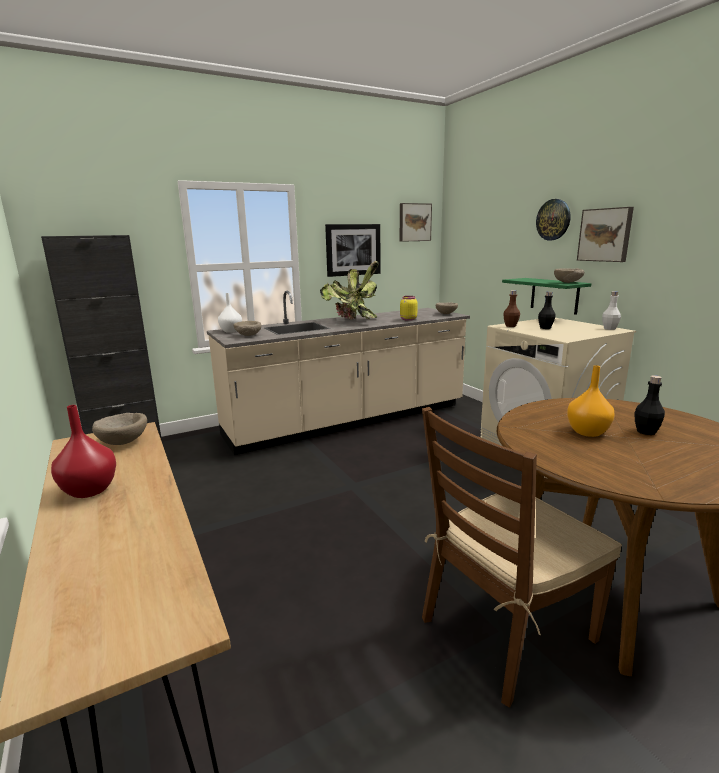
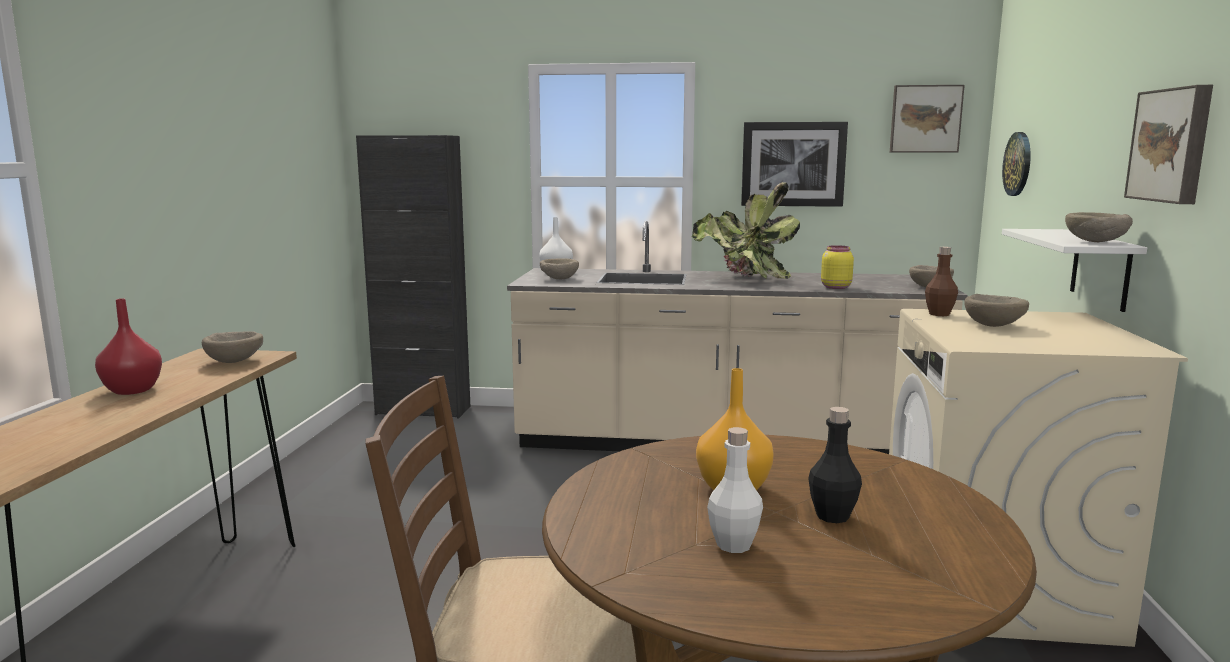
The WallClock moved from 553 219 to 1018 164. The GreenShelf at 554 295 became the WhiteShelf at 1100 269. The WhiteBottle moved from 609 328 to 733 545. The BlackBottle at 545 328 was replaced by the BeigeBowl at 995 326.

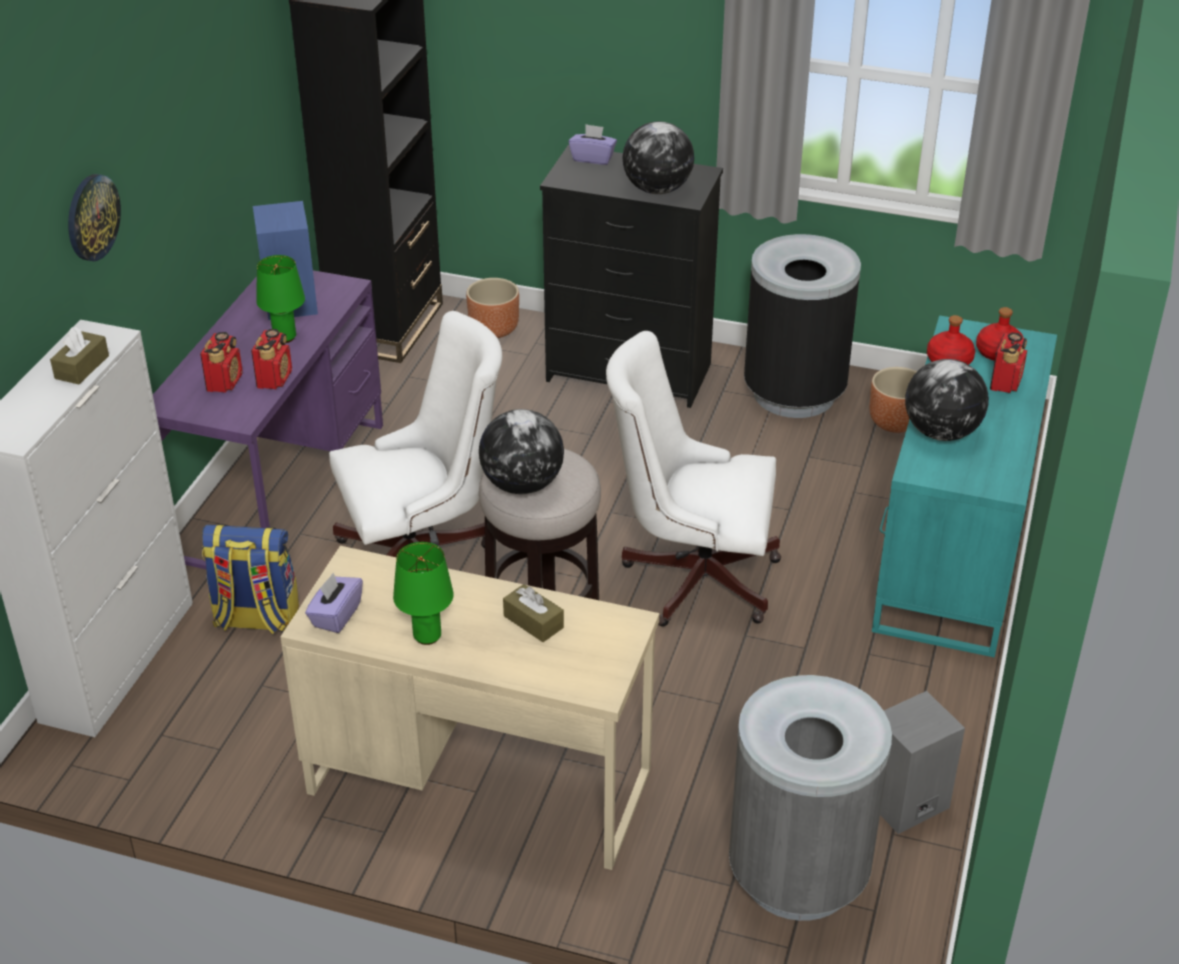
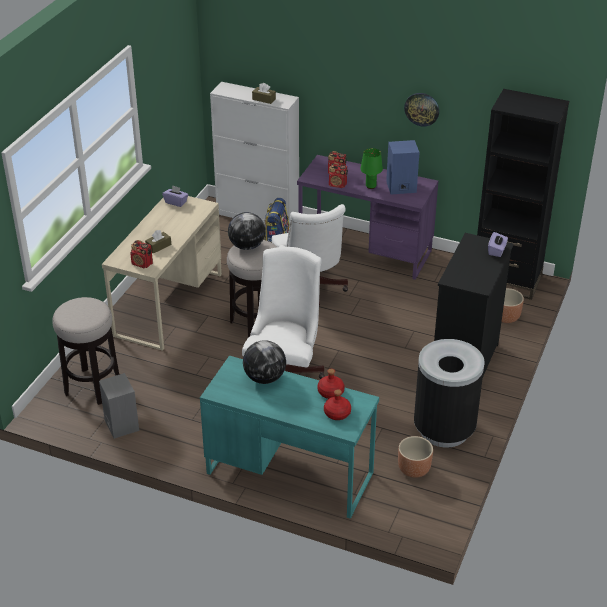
The Globe at 657 189 disappeared. The WallClock moved from 92 217 to 422 109. The Radio moved from 1006 382 to 142 264. The GreenTableLamp at 427 637 disappeared. The GreyTrashCan at 798 875 was replaced by the Stool at 92 387.

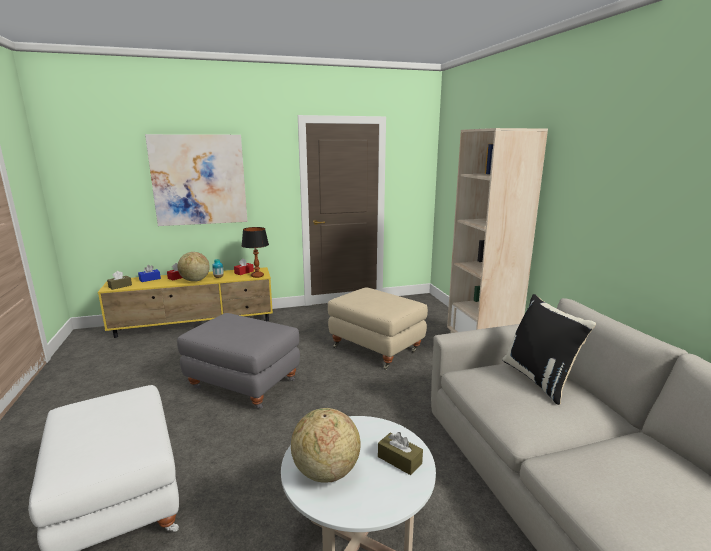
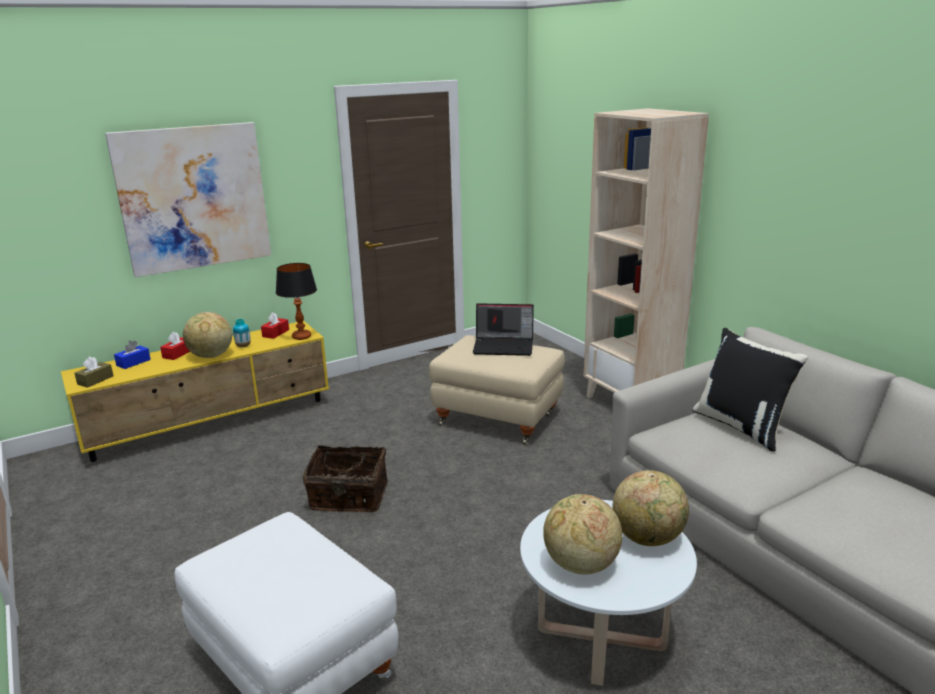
The GreyOttoman at 242 386 was replaced by the Basket at 348 497. The BrownTissueBox at 399 460 was replaced by the Globe at 648 538. The Laptop at 504 346 appeared.

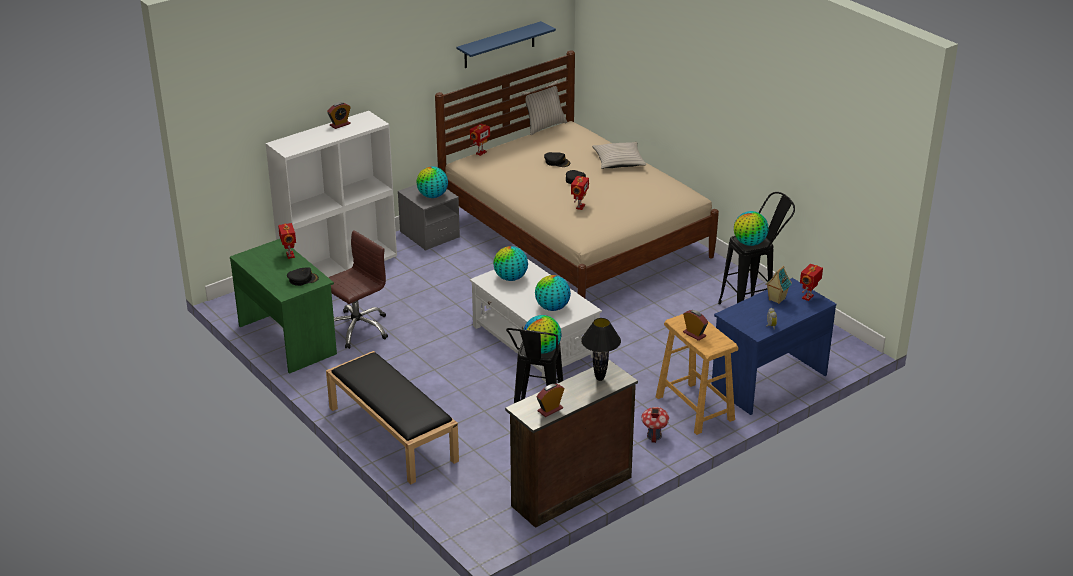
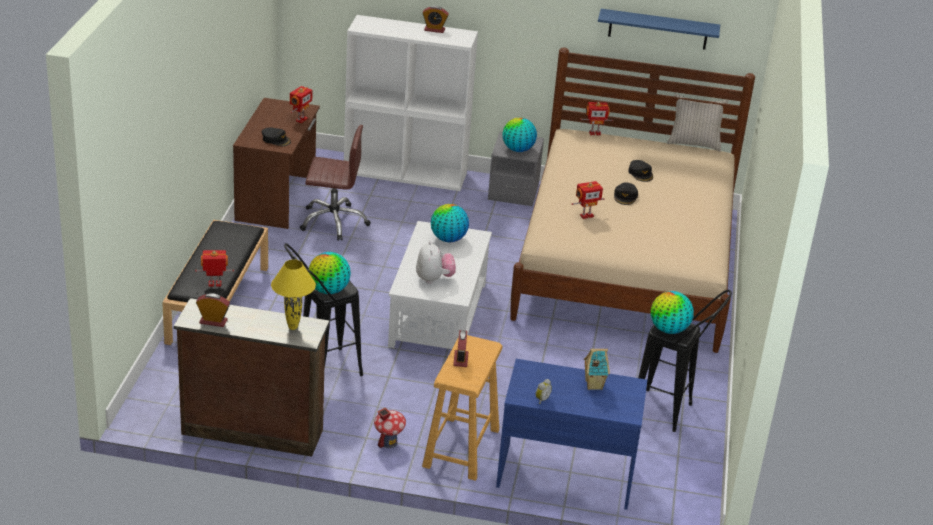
The BeigePillow at 619 161 disappeared. The GreenDesk at 288 339 became the BrownDesk at 277 198. The ToyRobot moved from 808 297 to 215 284. The Globe at 552 308 was replaced by the PlushToy at 434 279. The BlackTableLamp at 599 378 became the YellowTableLamp at 292 327.

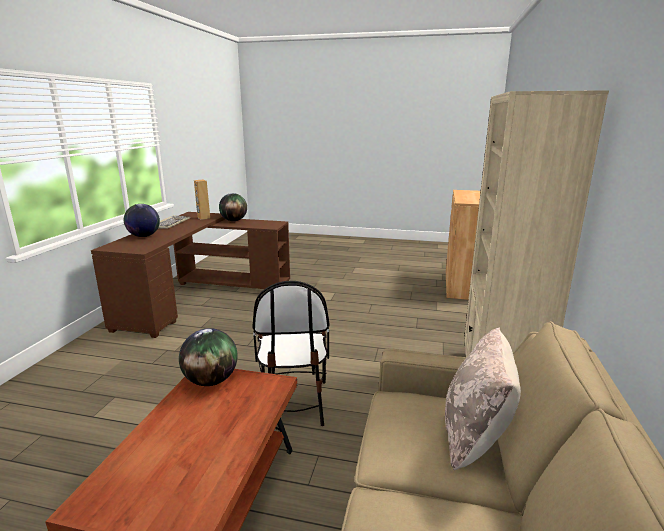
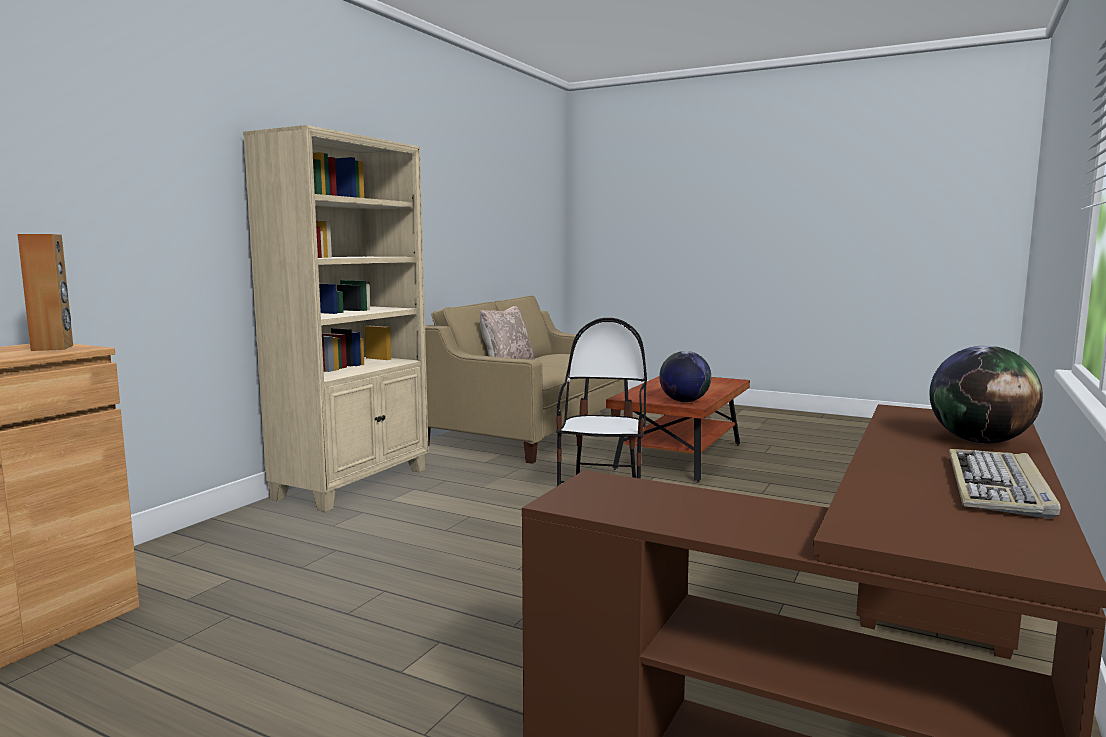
The BrownSpeaker moved from 203 218 to 53 348. The Globe at 234 220 disappeared.

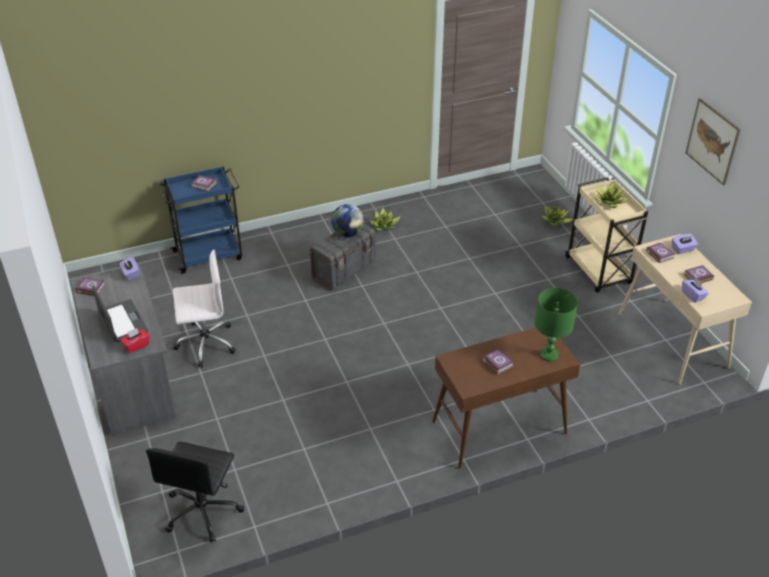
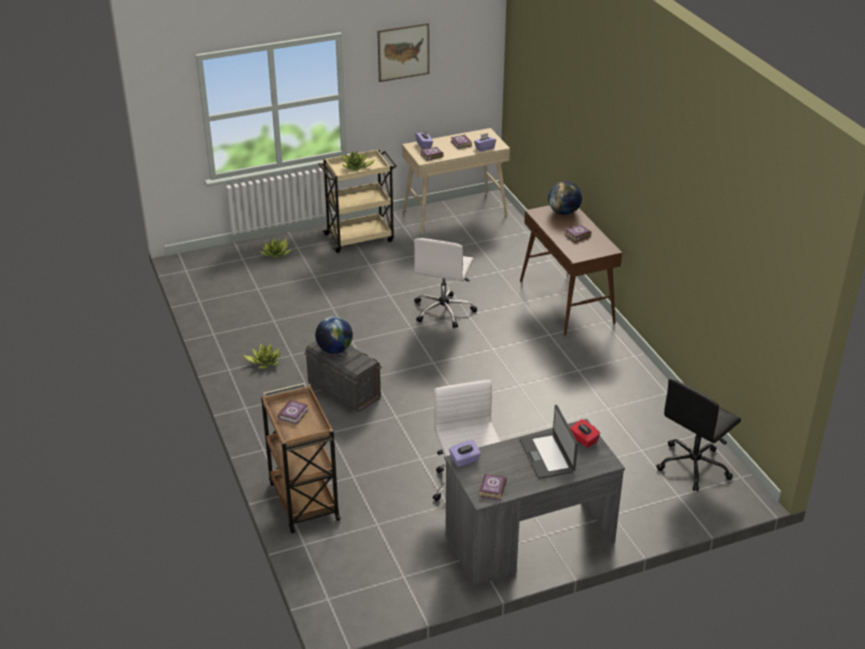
The BlueCart at 209 255 became the BrownCart at 303 499. The Laptop at 122 321 turned 75 degrees counterclockwise. The GreenTableLamp at 549 355 was replaced by the Globe at 564 212. The BlackOfficeChair at 203 511 turned 120 degrees clockwise. The WhiteOfficeChair at 444 311 appeared.

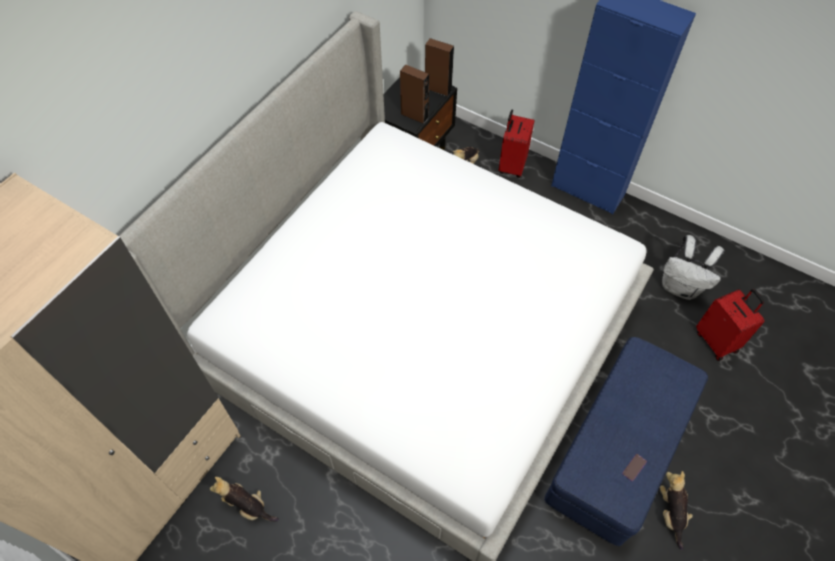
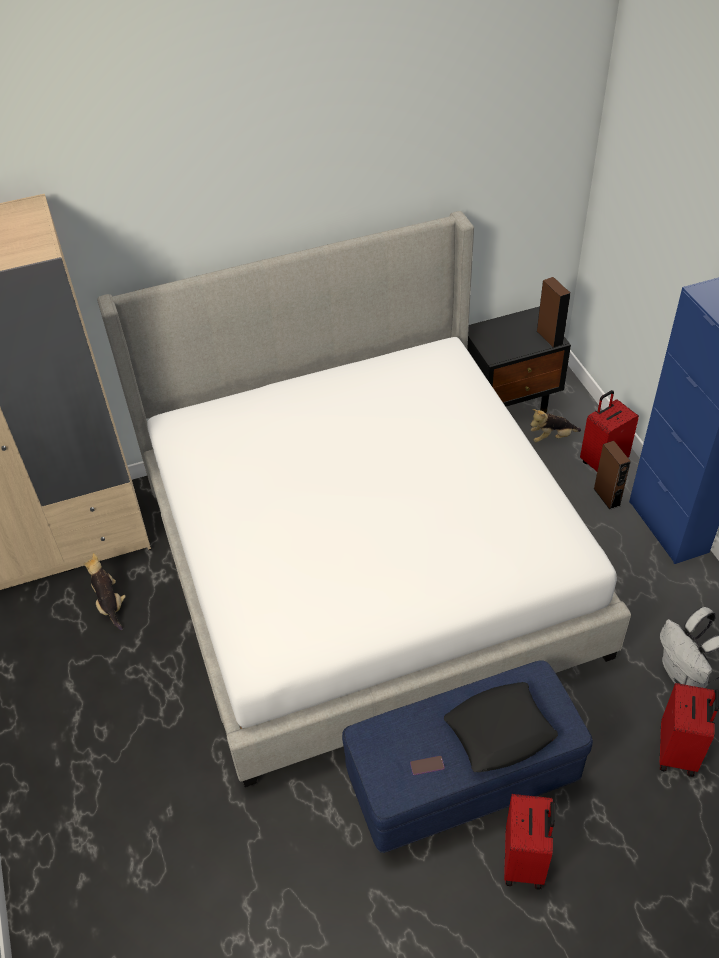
The BrownSpeaker moved from 414 116 to 606 497. The PlushToy at 671 513 disappeared. The BlackPillow at 500 731 appeared. The RedSuitcase at 525 861 appeared.

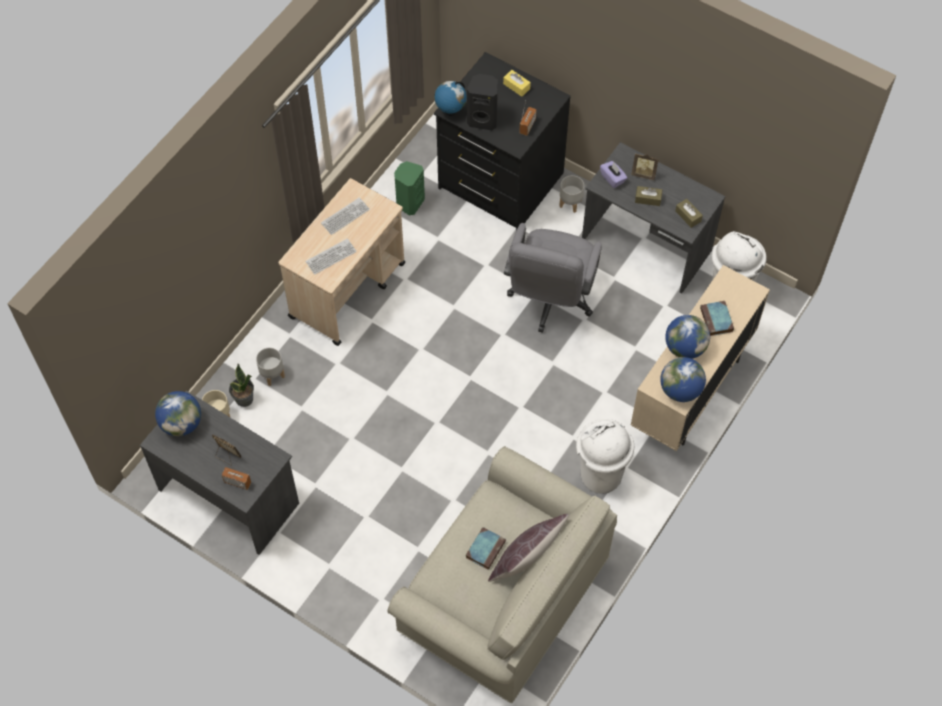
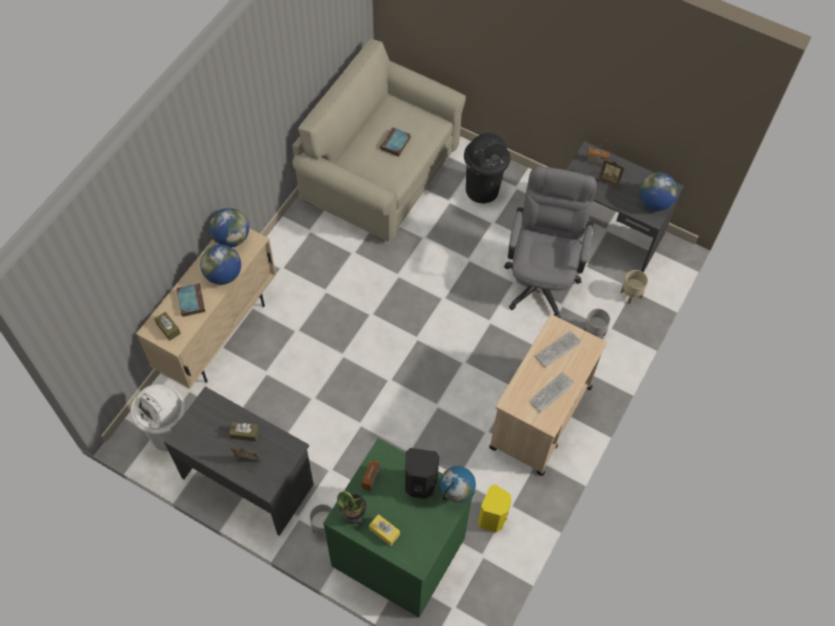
The BlackDresser at 499 182 became the GreenDresser at 399 550. The GreenSpeaker at 409 202 became the YellowSpeaker at 493 519. The PurpleTissueBox at 613 178 disappeared. The BrownTissueBox moved from 688 216 to 168 328. The GreyOfficeChair moved from 549 301 to 542 277. The PottedPlant moved from 244 399 to 353 514. The WhiteTrashCan at 600 475 disappeared. The BrownPillow at 526 562 disappeared. The BlackTrashCan at 483 190 appeared.

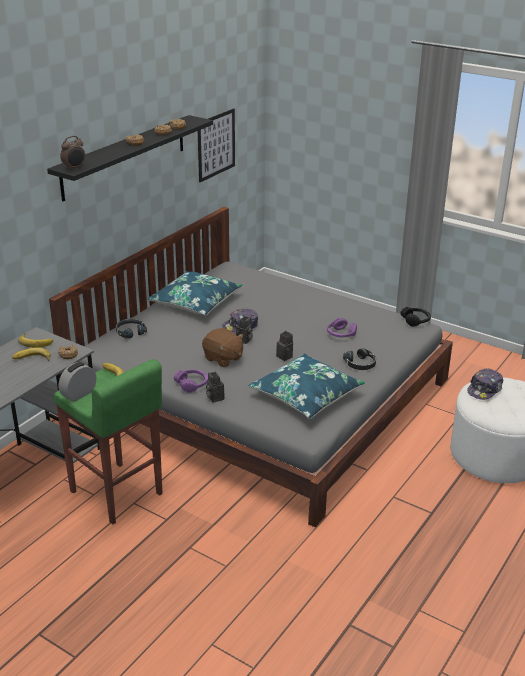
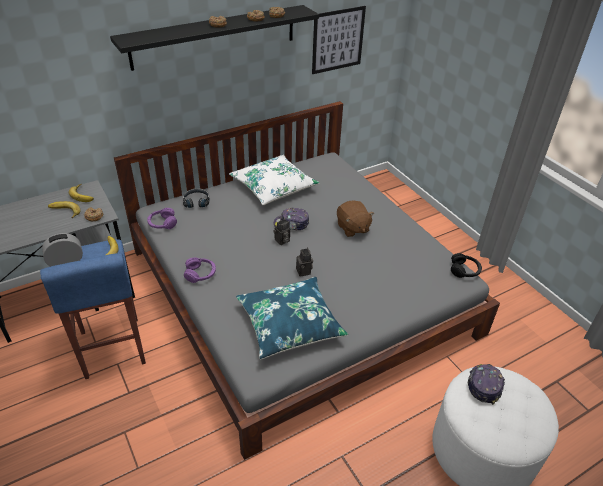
The AlarmClock at 74 168 disappeared. The BluePillow at 196 302 became the WhitePillow at 273 187. The PurpleHeadphones moved from 341 334 to 162 223. The BrownPlushToy moved from 223 358 to 352 228. The BlackHeadphones at 360 364 disappeared. The GreenStool at 116 493 became the BlueStool at 111 348. The Cap at 485 389 turned 135 degrees clockwise. The PhotoCamera at 214 397 disappeared.

